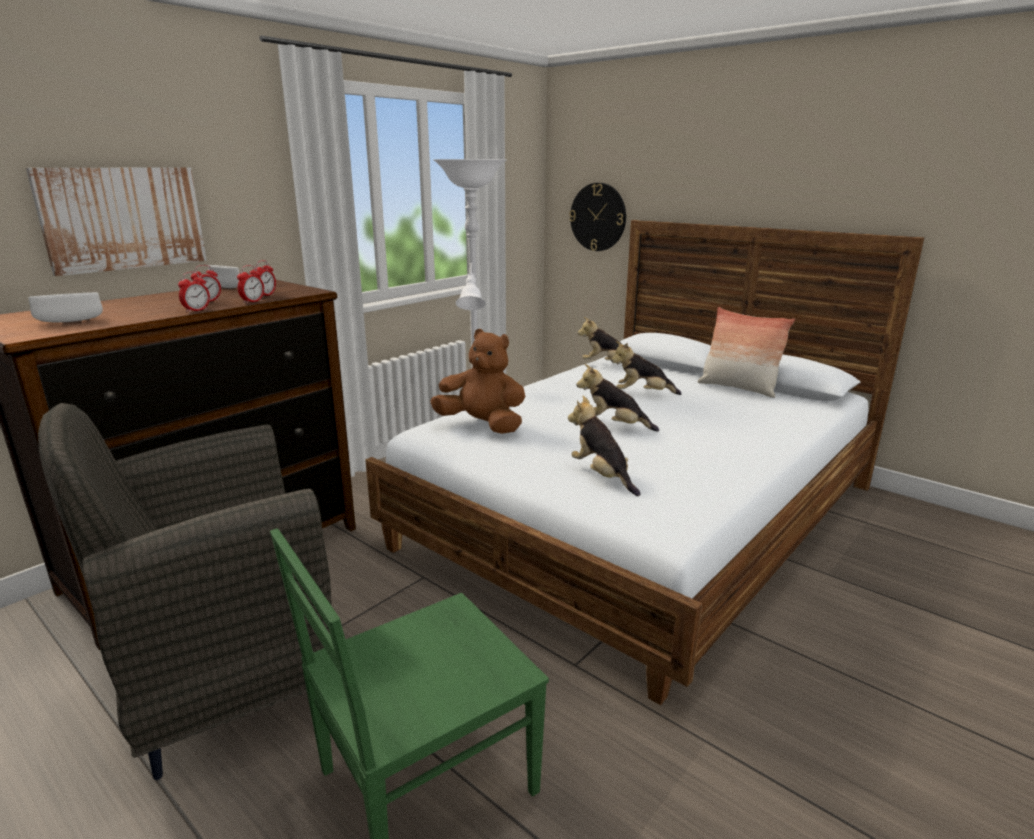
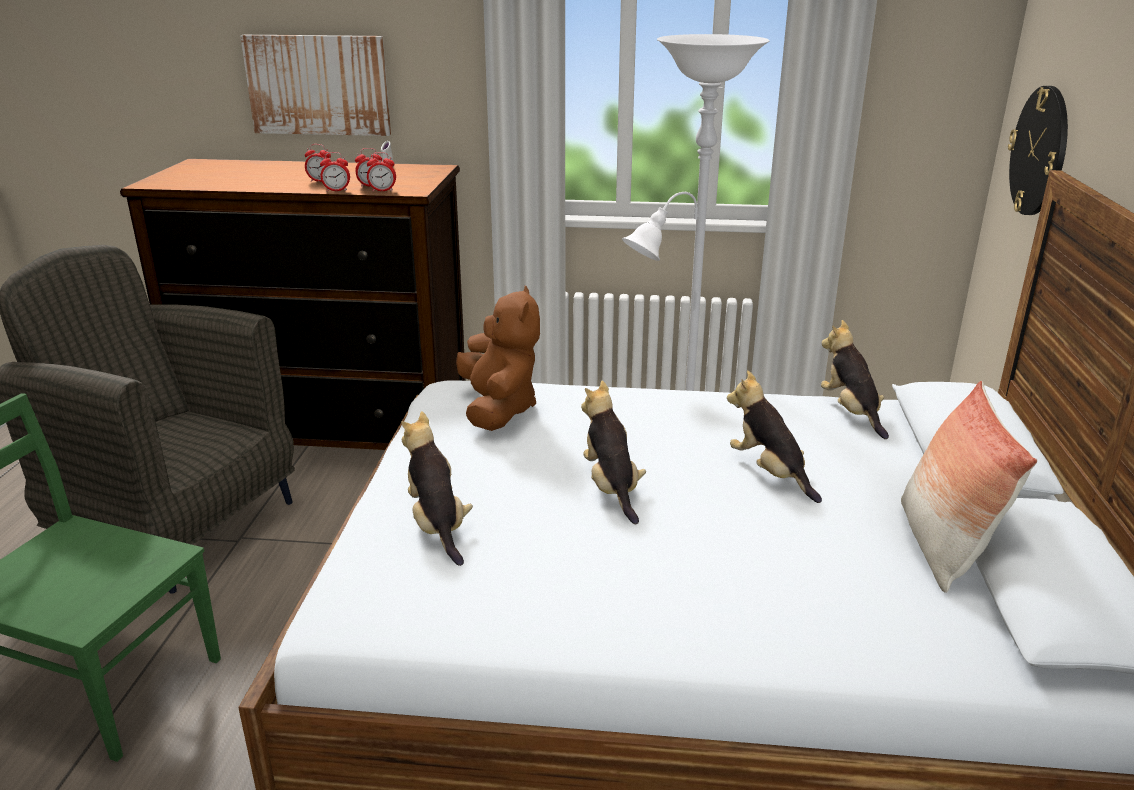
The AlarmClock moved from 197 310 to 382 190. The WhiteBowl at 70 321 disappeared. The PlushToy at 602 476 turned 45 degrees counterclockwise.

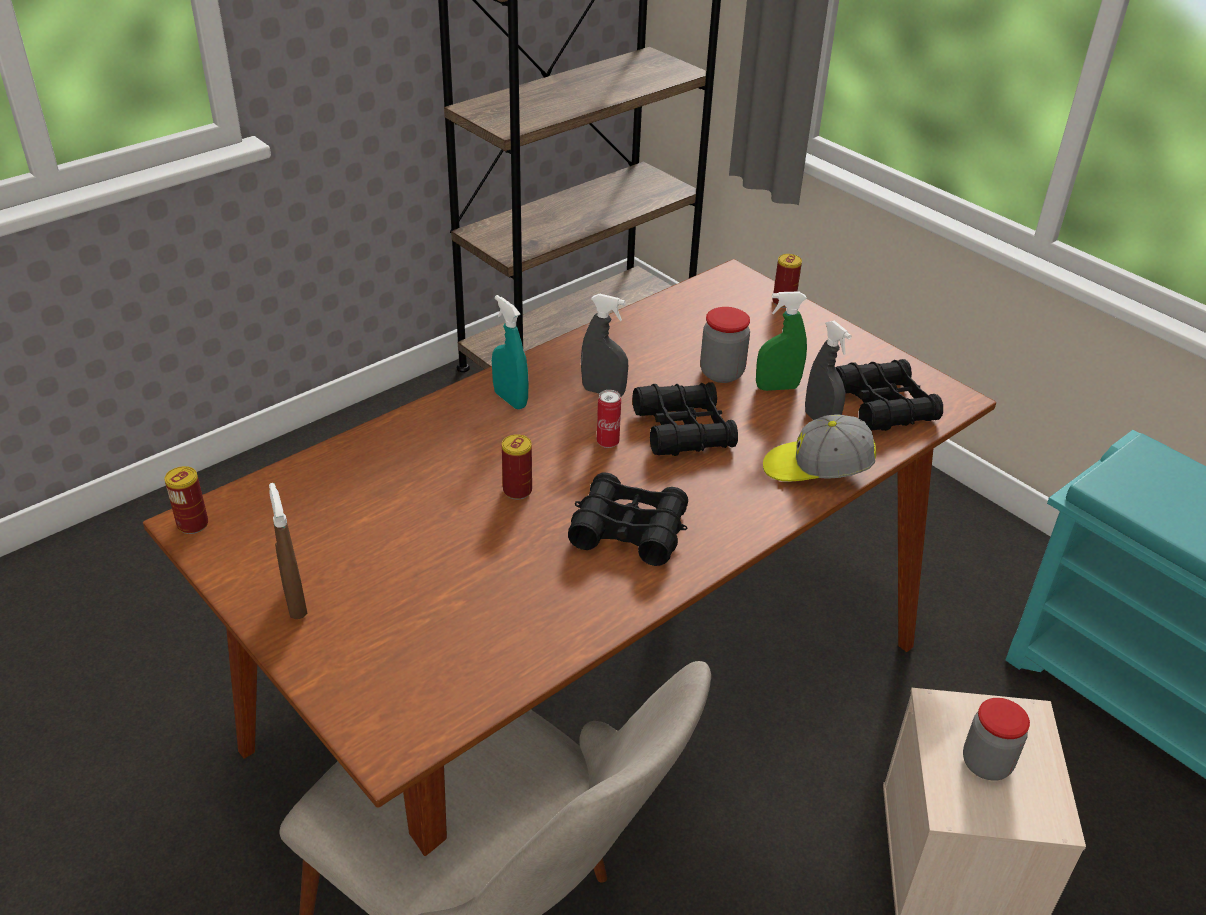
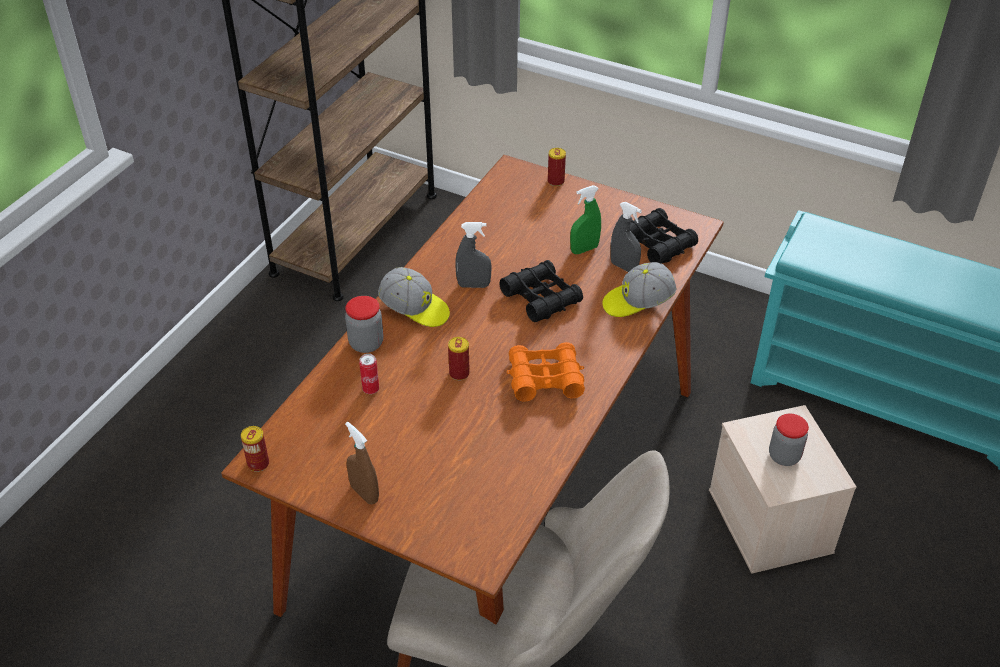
The TurquoiseSprayBottle at 510 399 was replaced by the Cap at 415 309. The Jar moved from 721 373 to 366 343. The Can moved from 607 442 to 371 389. The BlackBinoculars at 629 530 became the OrangeBinoculars at 545 379.

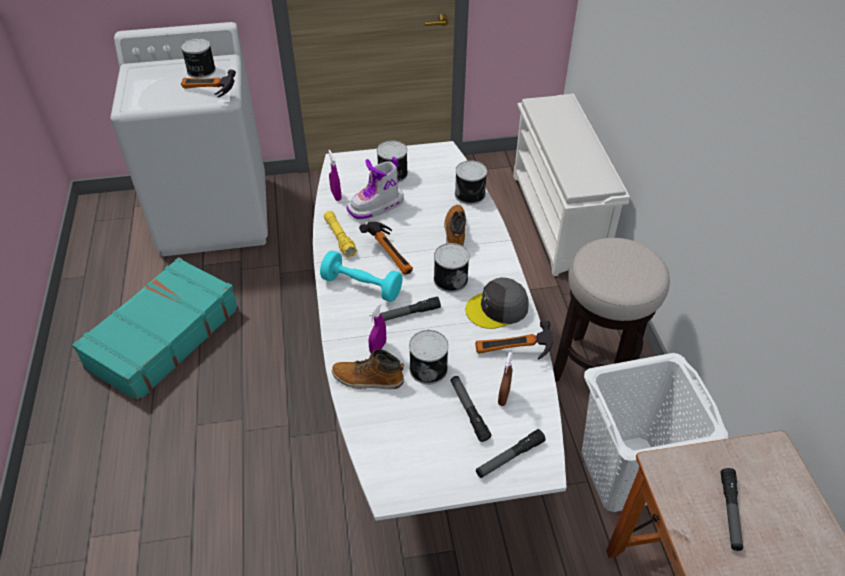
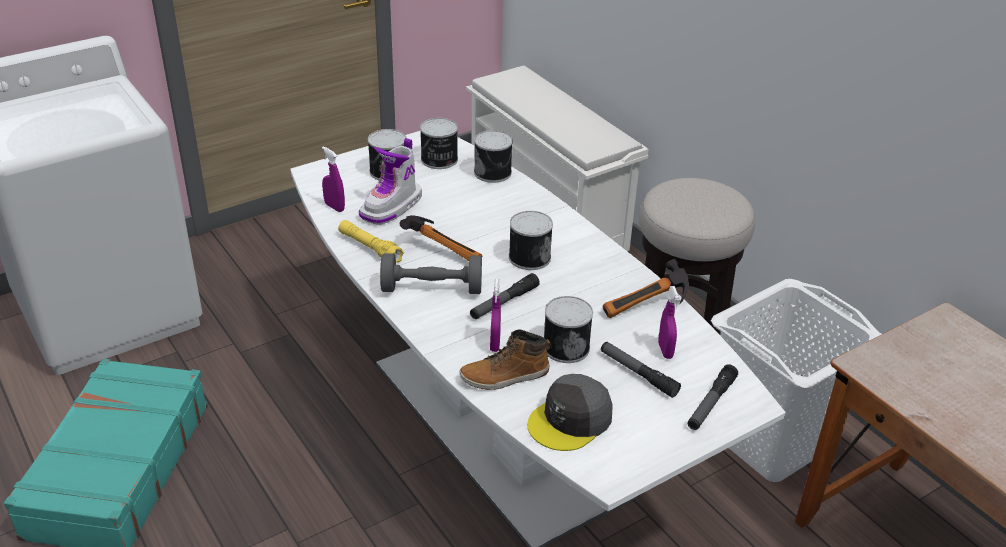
The Can moved from 201 71 to 439 160. The Hammer at 208 93 disappeared. The Boot at 455 231 disappeared. The TurquoiseDumbbell at 362 286 became the GreyDumbbell at 432 289. The GreyCap moved from 497 309 to 570 420. The BrownSprayBottle at 503 397 became the PurpleSprayBottle at 665 350. The Flashlight at 730 512 disappeared.

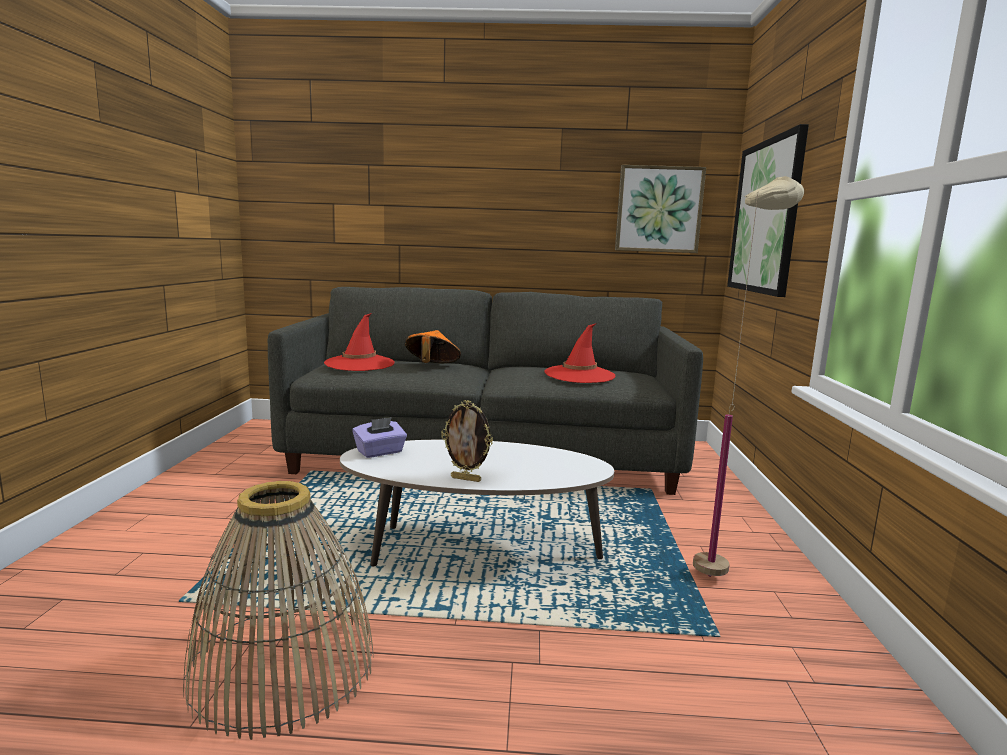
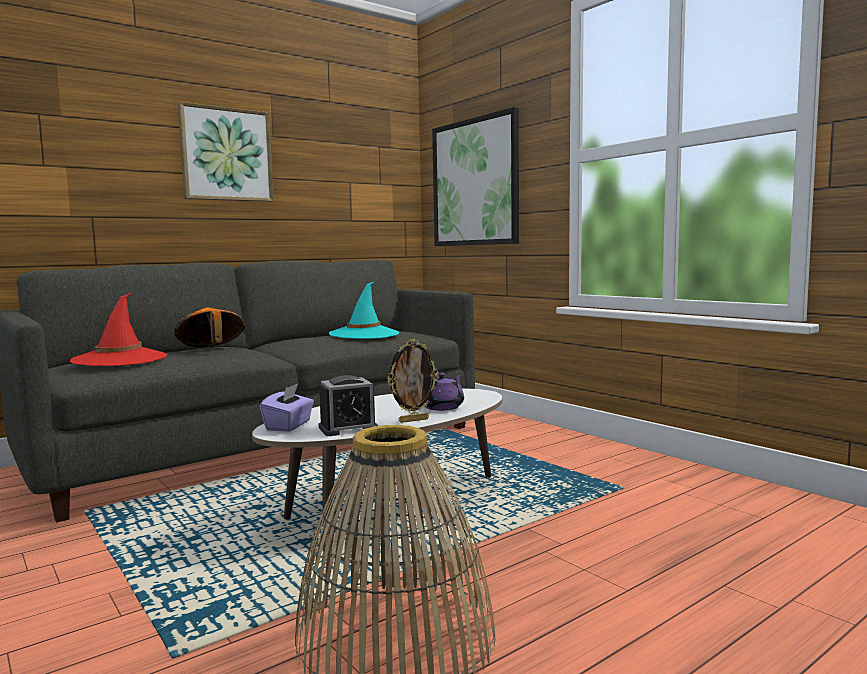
The Picture moved from 658 209 to 226 154. The BeigeFloorLamp at 722 566 disappeared. The RedHat at 579 375 became the TurquoiseHat at 364 334. The PurpleTeapot at 443 407 appeared. The AlarmClock at 348 428 appeared.

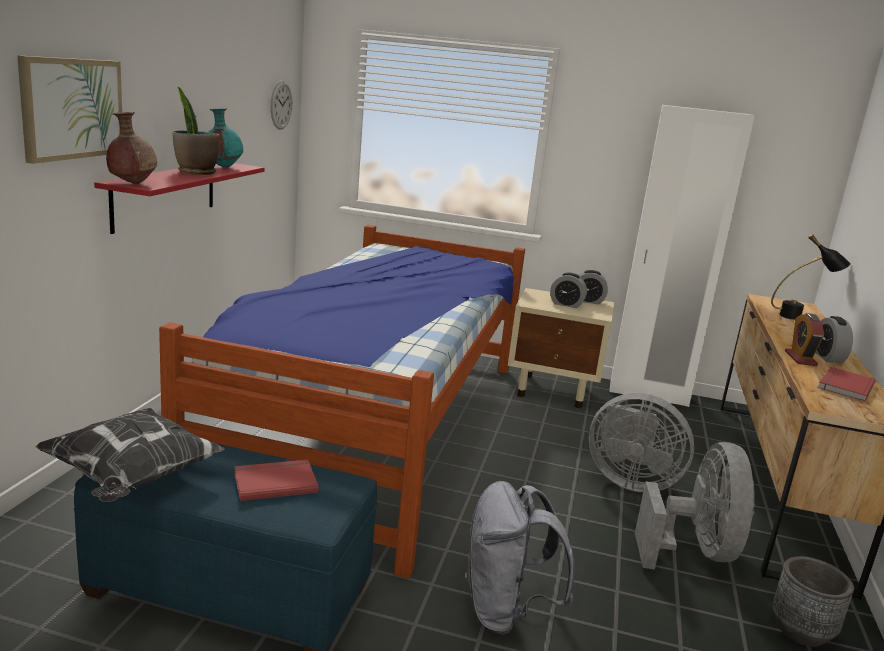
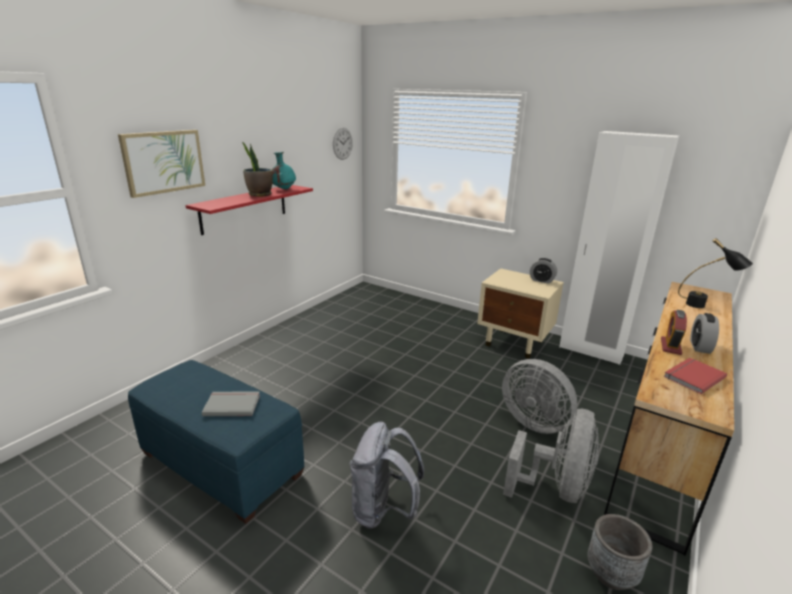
The BrownVase at 132 183 disappeared. The Bed at 374 426 disappeared. The AlarmClock at 566 304 disappeared. The Pillow at 132 478 disappeared. The RedBook at 274 481 became the GreyBook at 232 404.

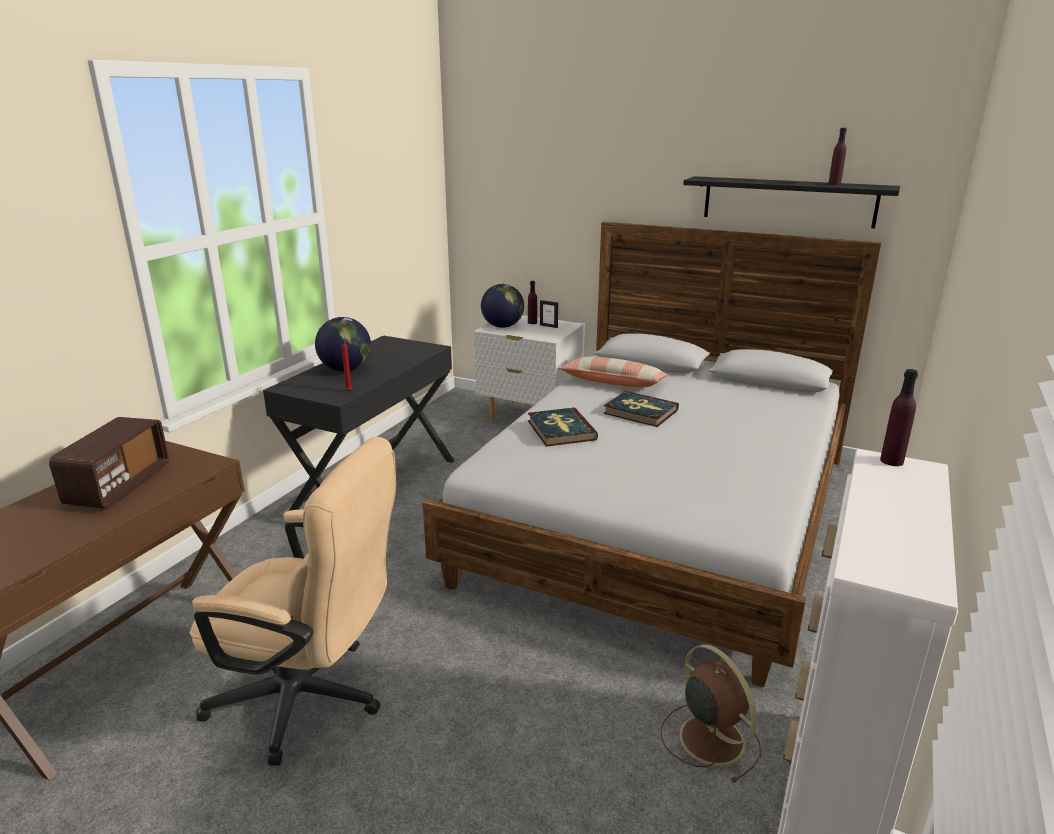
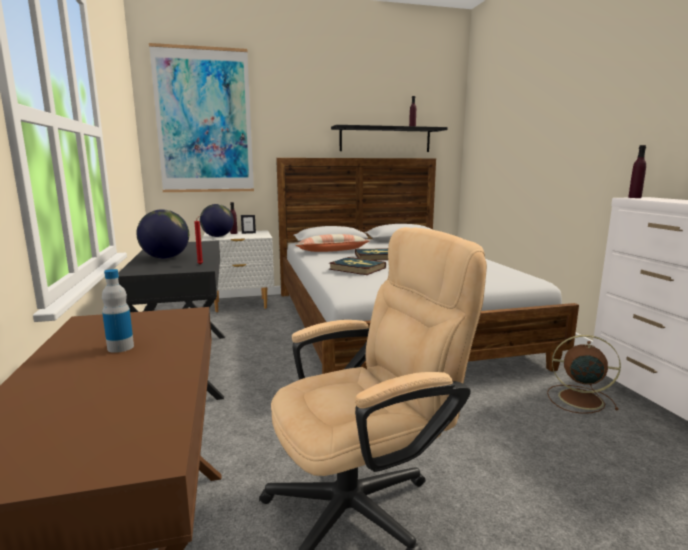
The Radio at 119 486 was replaced by the Bottle at 120 347. The Picture at 204 121 appeared.

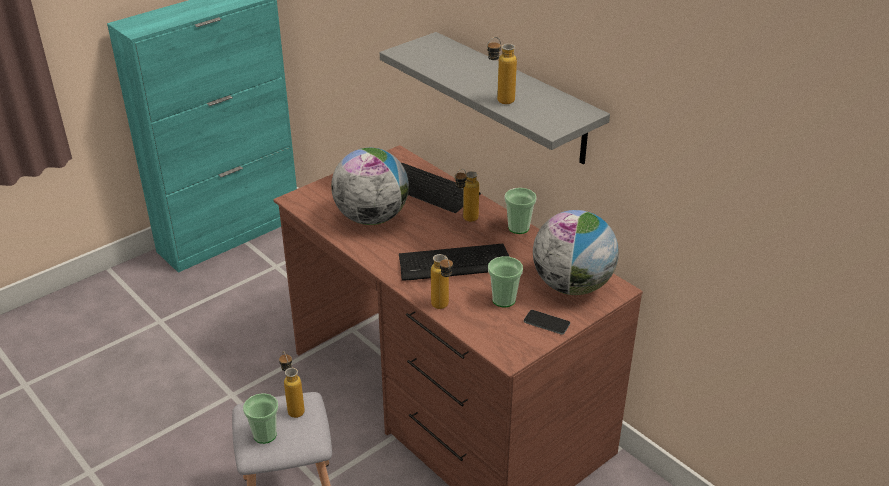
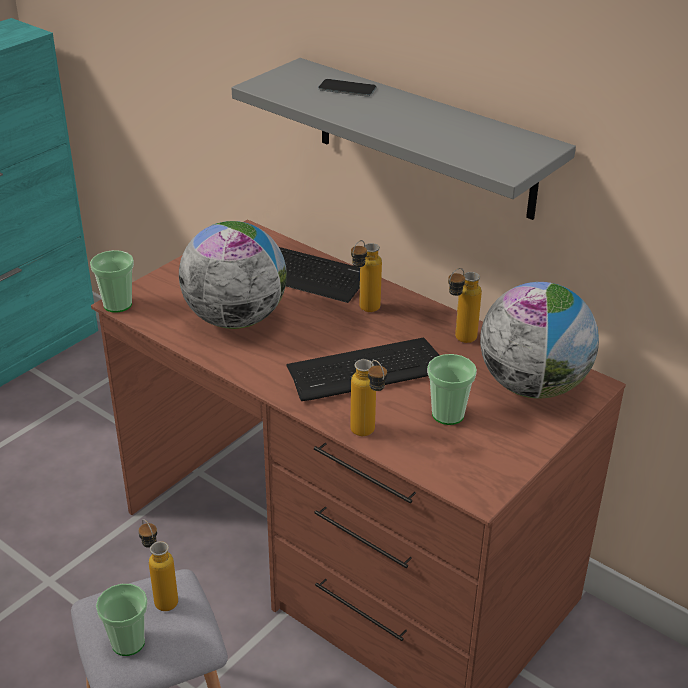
The Bottle moved from 499 102 to 459 341. The Cup moved from 518 228 to 117 304. The Phone moved from 546 322 to 347 88.

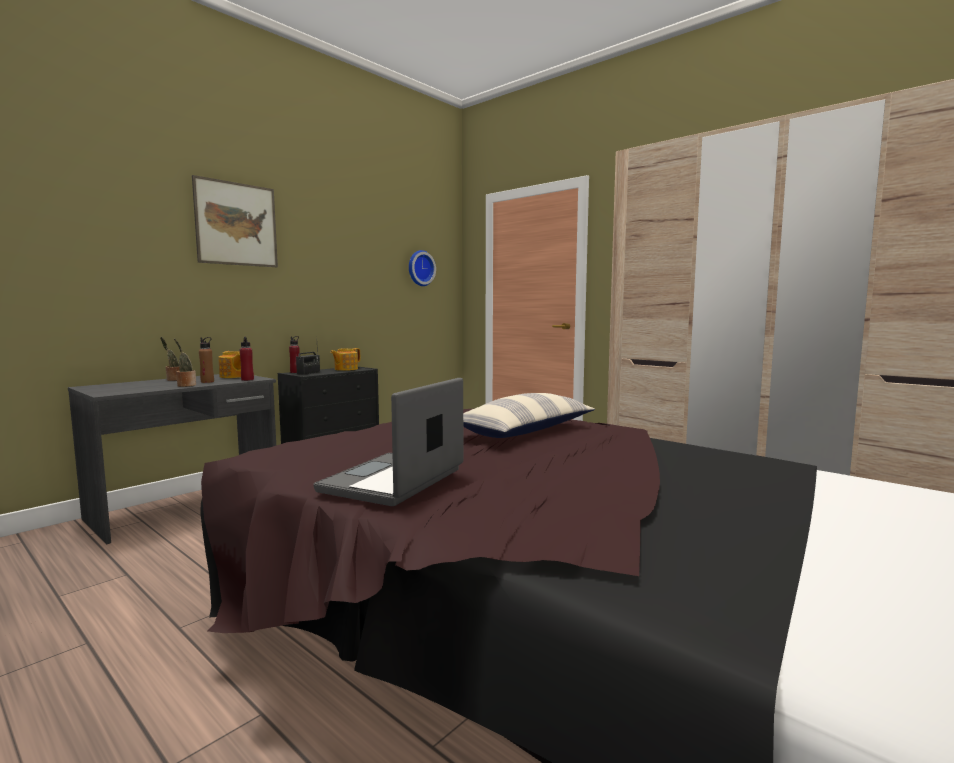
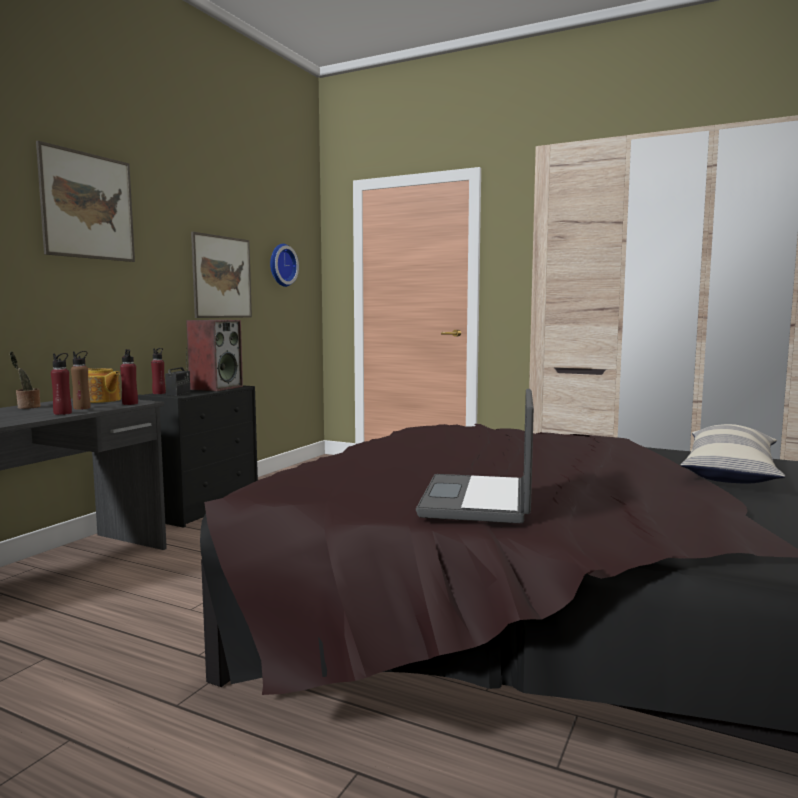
The PottedPlant at 185 385 was replaced by the RedBottle at 62 413. The Teapot at 345 369 was replaced by the Speaker at 216 388. The Pillow moved from 525 431 to 730 472. The Picture at 222 277 appeared.

